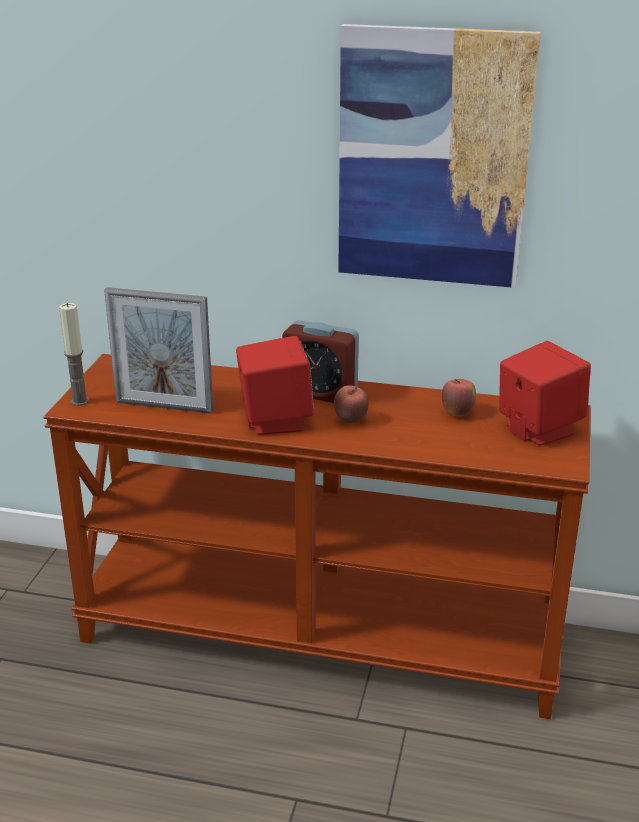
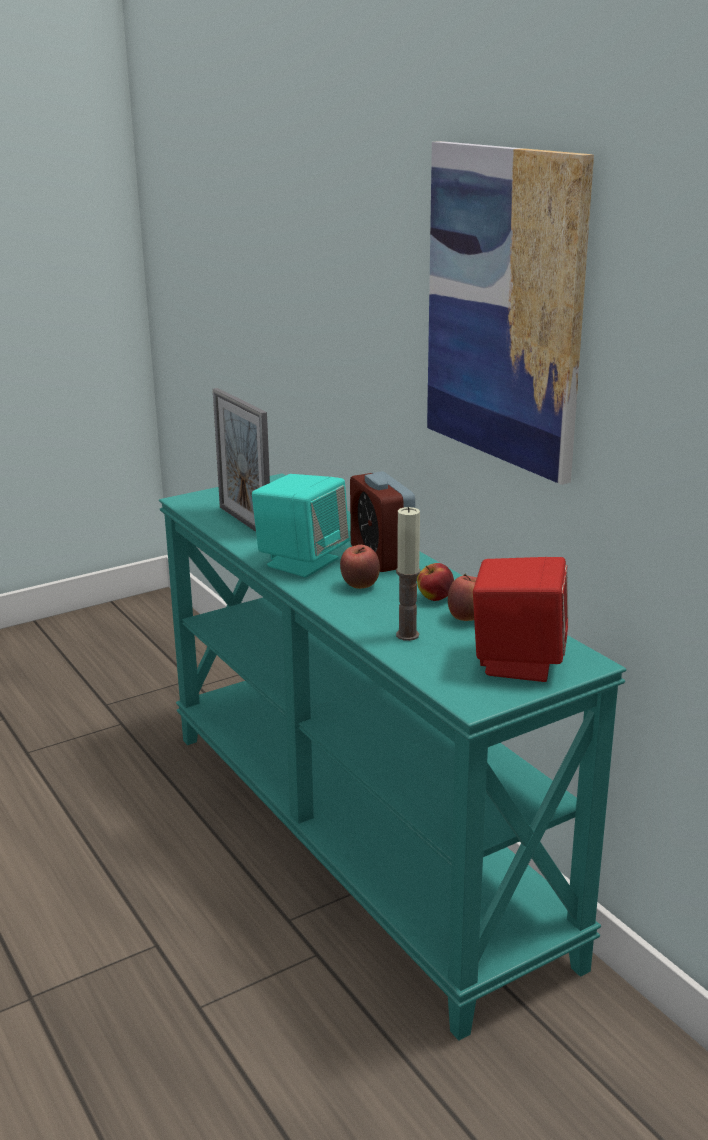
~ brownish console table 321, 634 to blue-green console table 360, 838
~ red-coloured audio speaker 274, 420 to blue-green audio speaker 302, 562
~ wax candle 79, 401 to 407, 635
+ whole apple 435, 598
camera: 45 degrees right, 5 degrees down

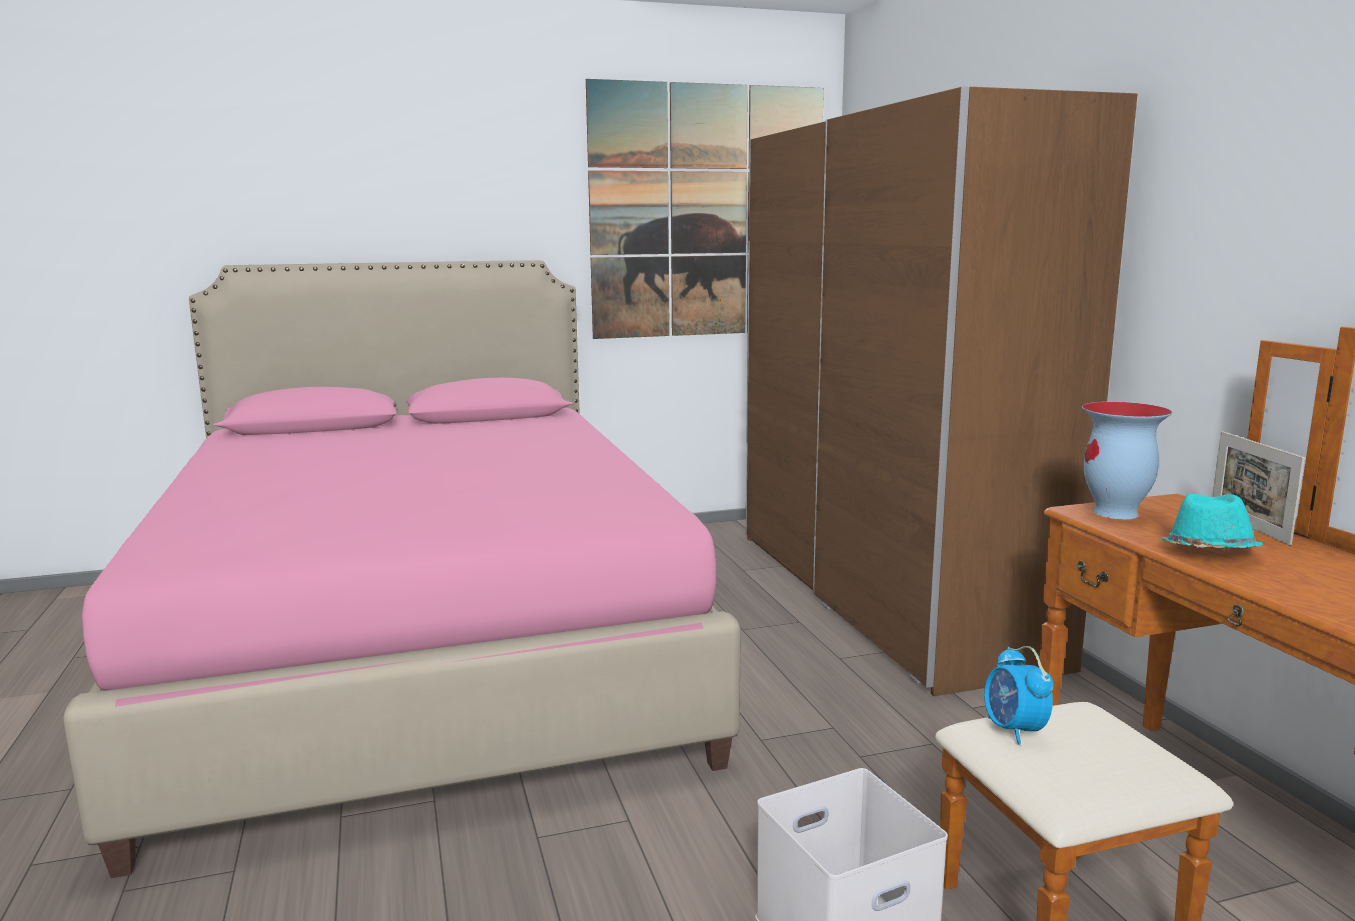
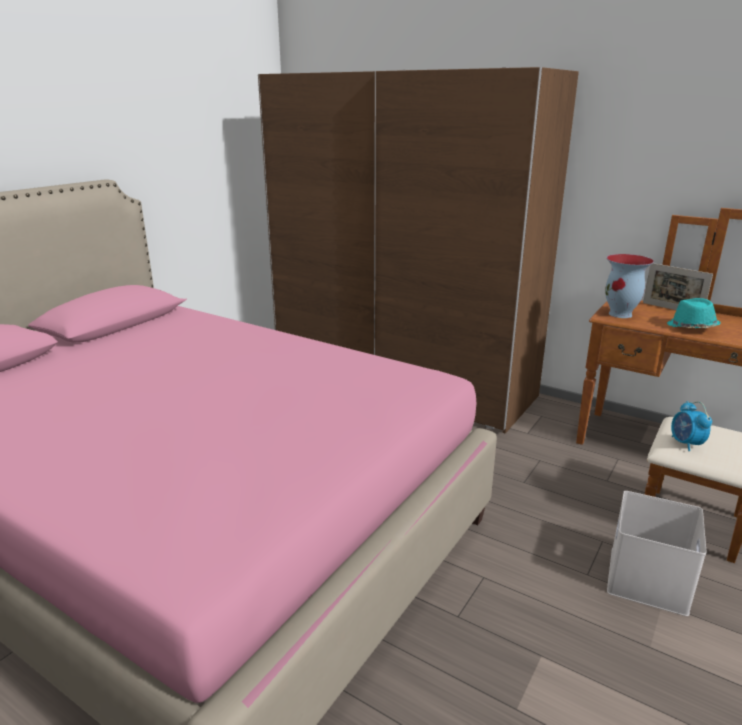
~ bedside clock 1014, 730 = 686, 444 45 degrees clockwise
- picture 708, 212
camera: 40 degrees left, 10 degrees up

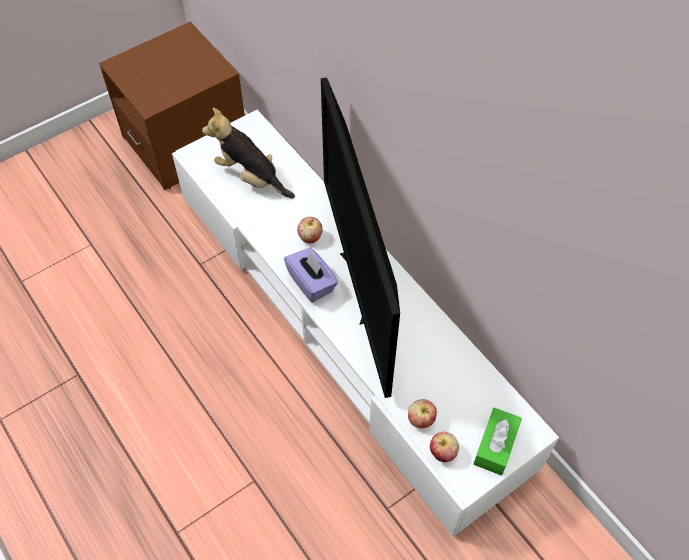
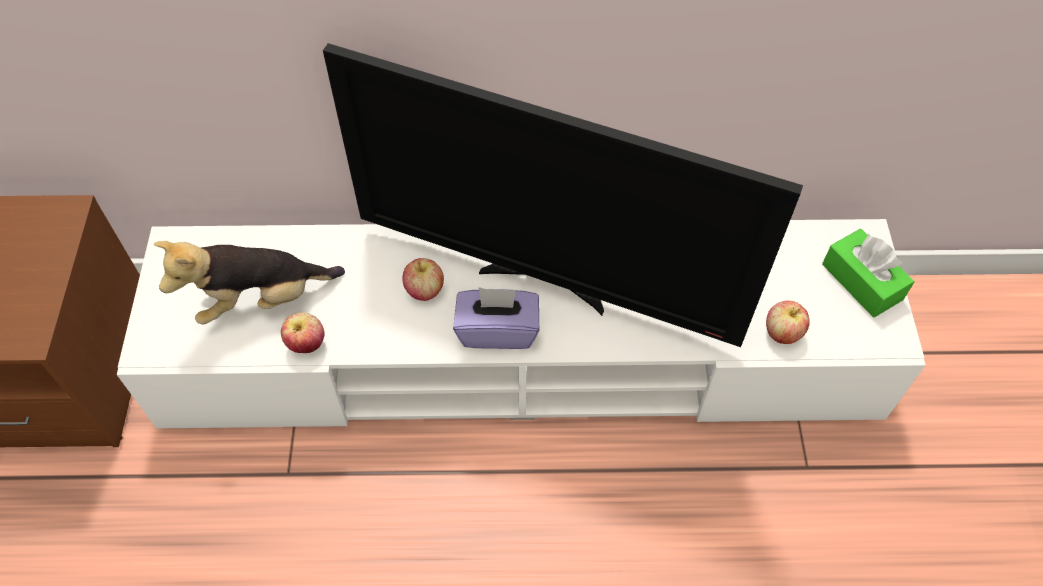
~ whole apple 442, 452 to 306, 344
camera: 55 degrees left, 0 degrees up

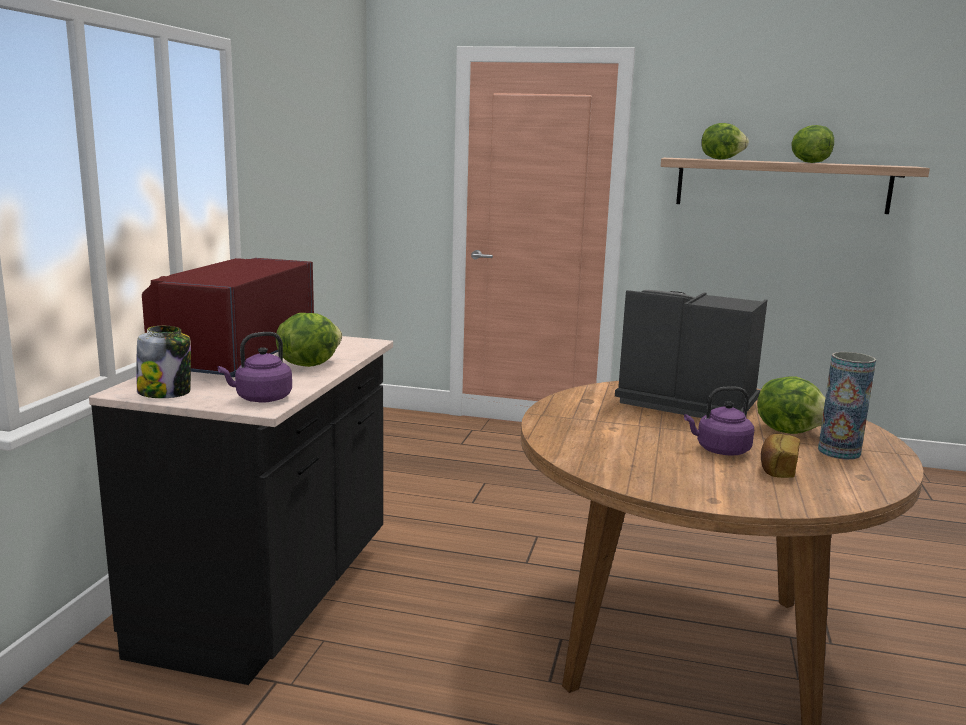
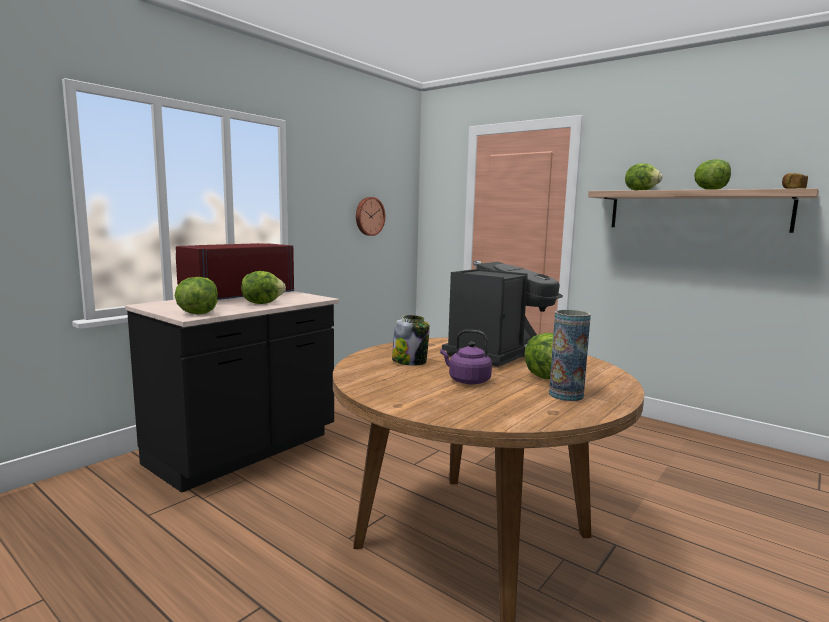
~ purplish tea kettle 261, 399 to head of lettuce 197, 313
+ hanging clock 369, 216
~ preserve jar 165, 392 to 410, 361
~ coffee machine 684, 402 = 500, 353 75 degrees clockwise
~ bakery bread 777, 469 to 792, 189
camera: 25 degrees right, 5 degrees down

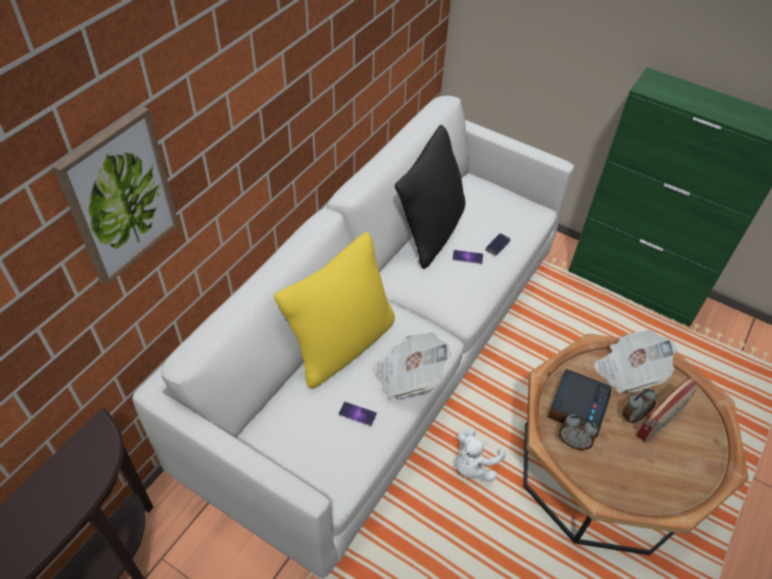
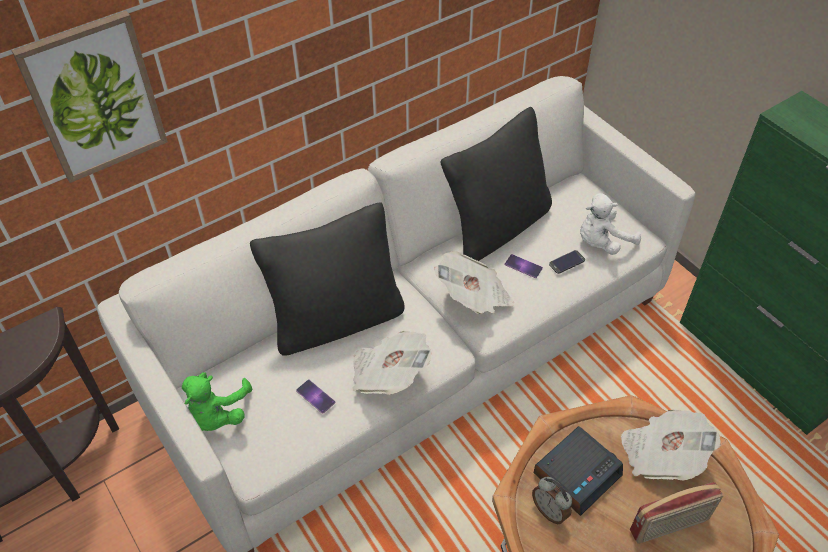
+ greenish plush toy 217, 414
~ yellow cushion 341, 344 to blackish cushion 336, 320
+ printed paper 474, 297
~ whitish plush toy 473, 465 to 602, 242
- bedside clock 633, 415
camera: 25 degrees right, 0 degrees up

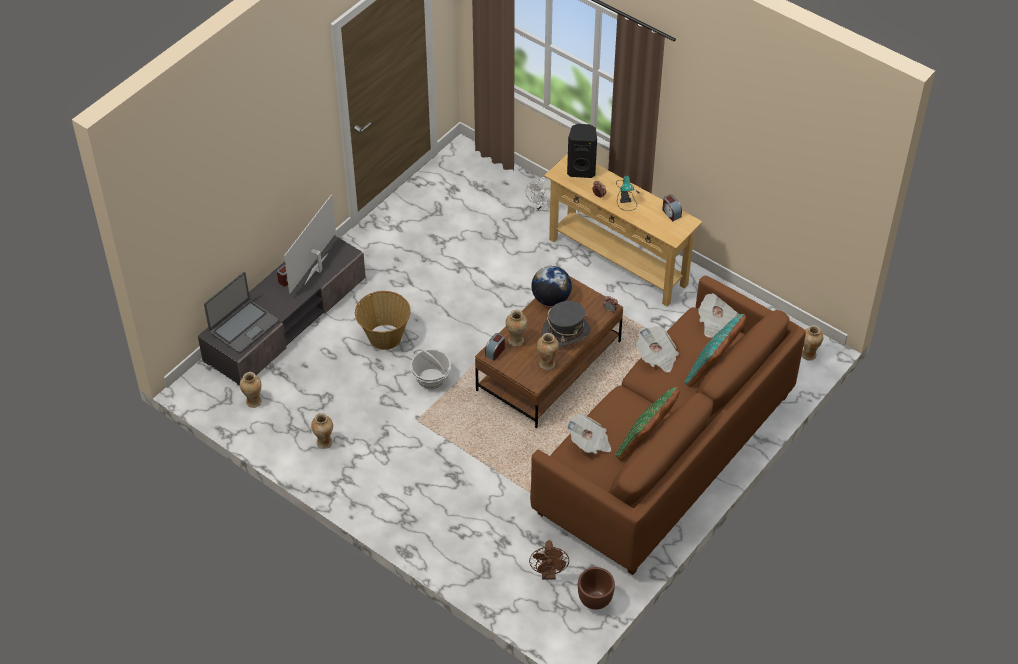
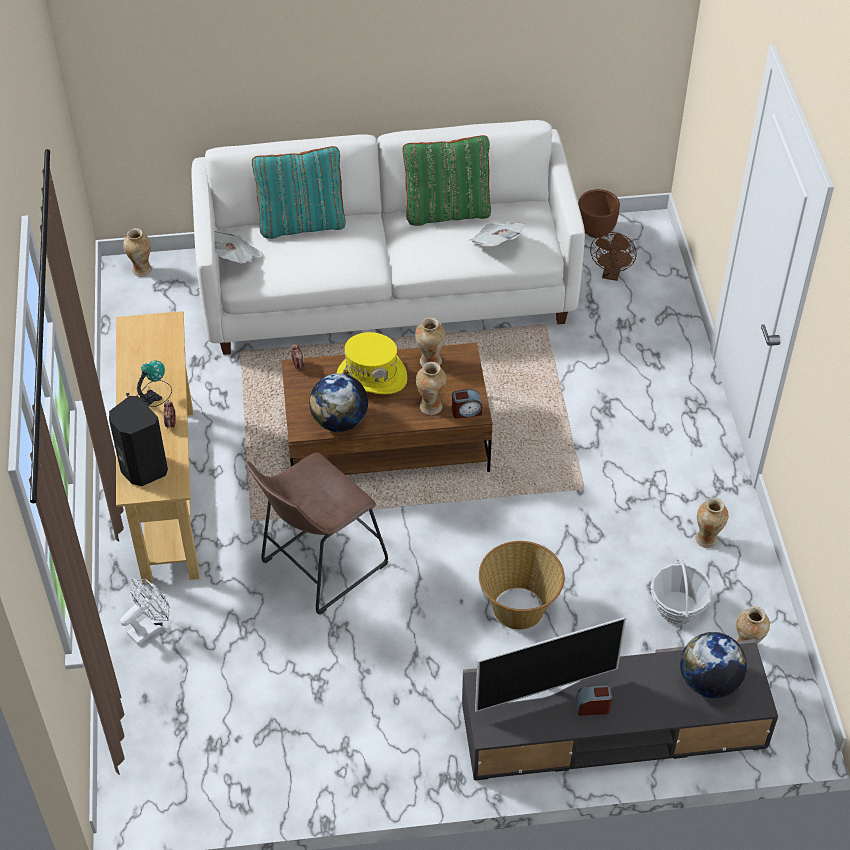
~ brownish couch 665, 454 to whitish couch 387, 287
+ brownish stool 318, 566
~ greyish hat 566, 333 to yellow hat 372, 377
~ brownish electric fan 549, 573 = 611, 274 150 degrees clockwise
~ storage basket 431, 379 to 677, 607
~ notebook computer 243, 327 to world globe 708, 682
- printed paper 657, 357
- bedside clock 671, 213
camera: 135 degrees left, 0 degrees up

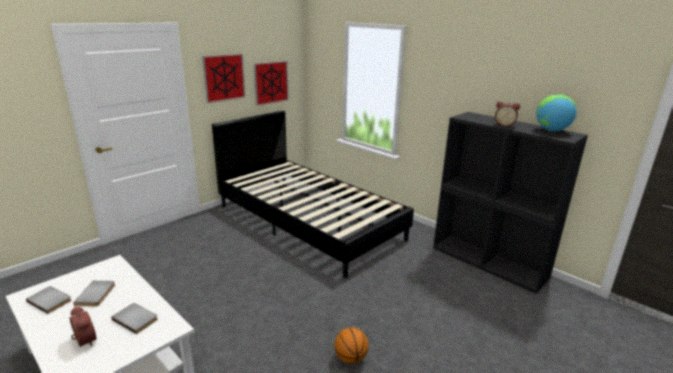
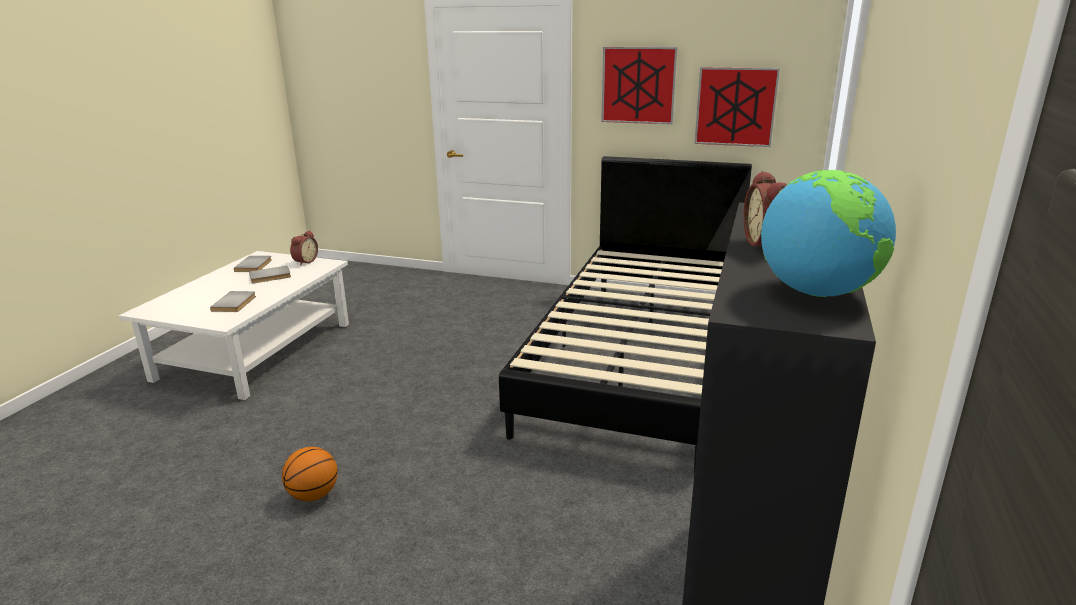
~ bedside clock 83, 341 to 304, 261
camera: 65 degrees right, 0 degrees up

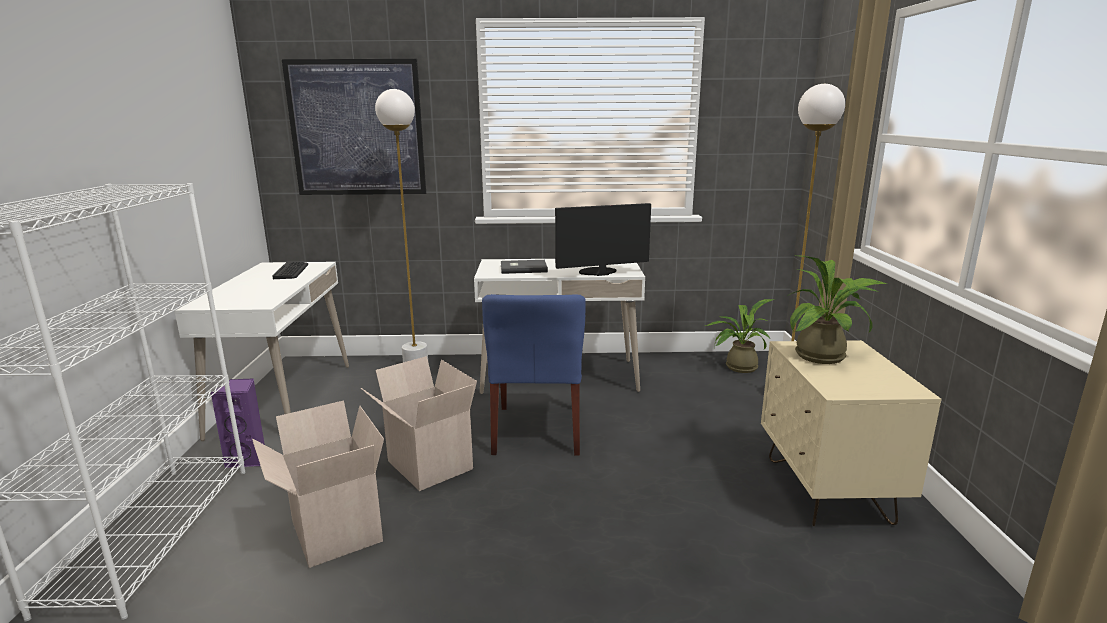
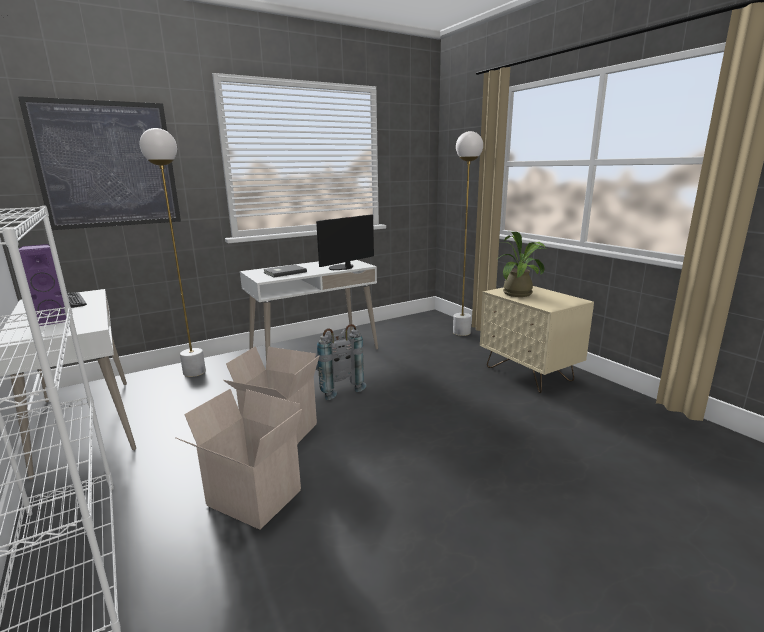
~ purplish audio speaker 249, 459 to 54, 320
~ blue upright chair 537, 430 to greyish backpack 336, 388
- plant in a pot 737, 367
camera: 30 degrees left, 0 degrees up

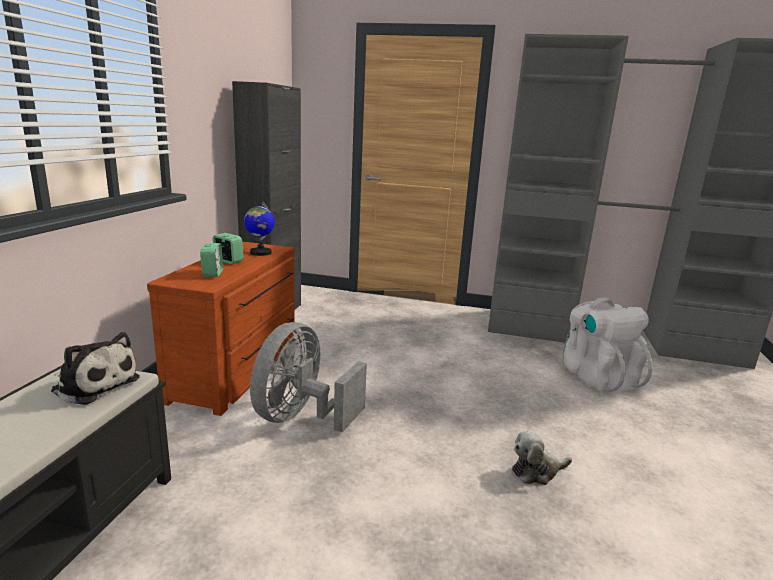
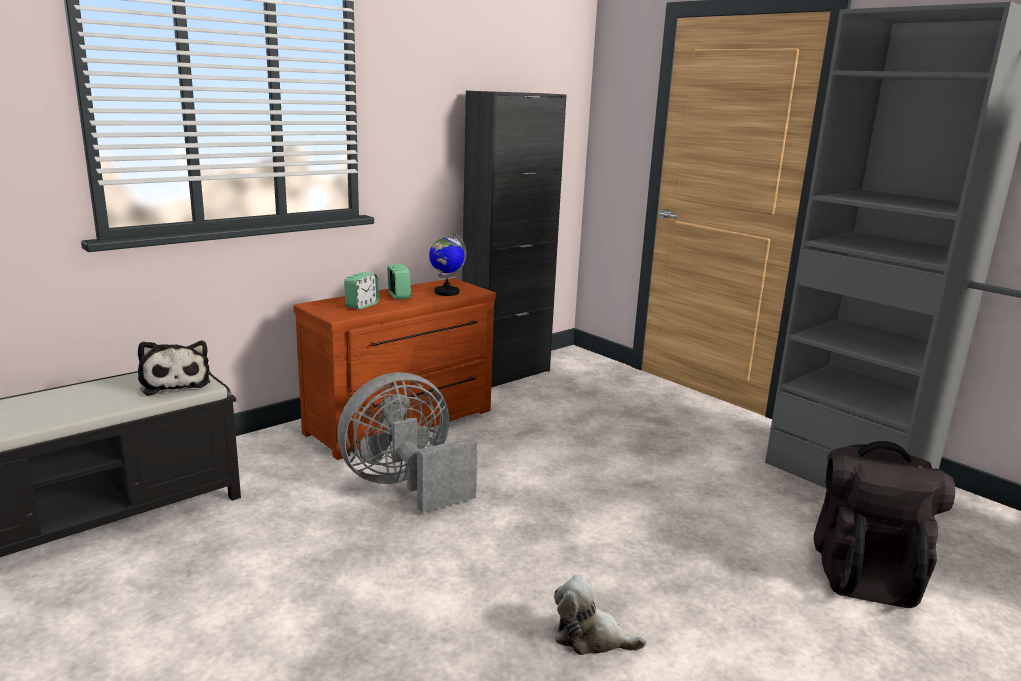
~ whitish backpack 597, 377 to blackish backpack 864, 572
camera: 35 degrees right, 0 degrees up

